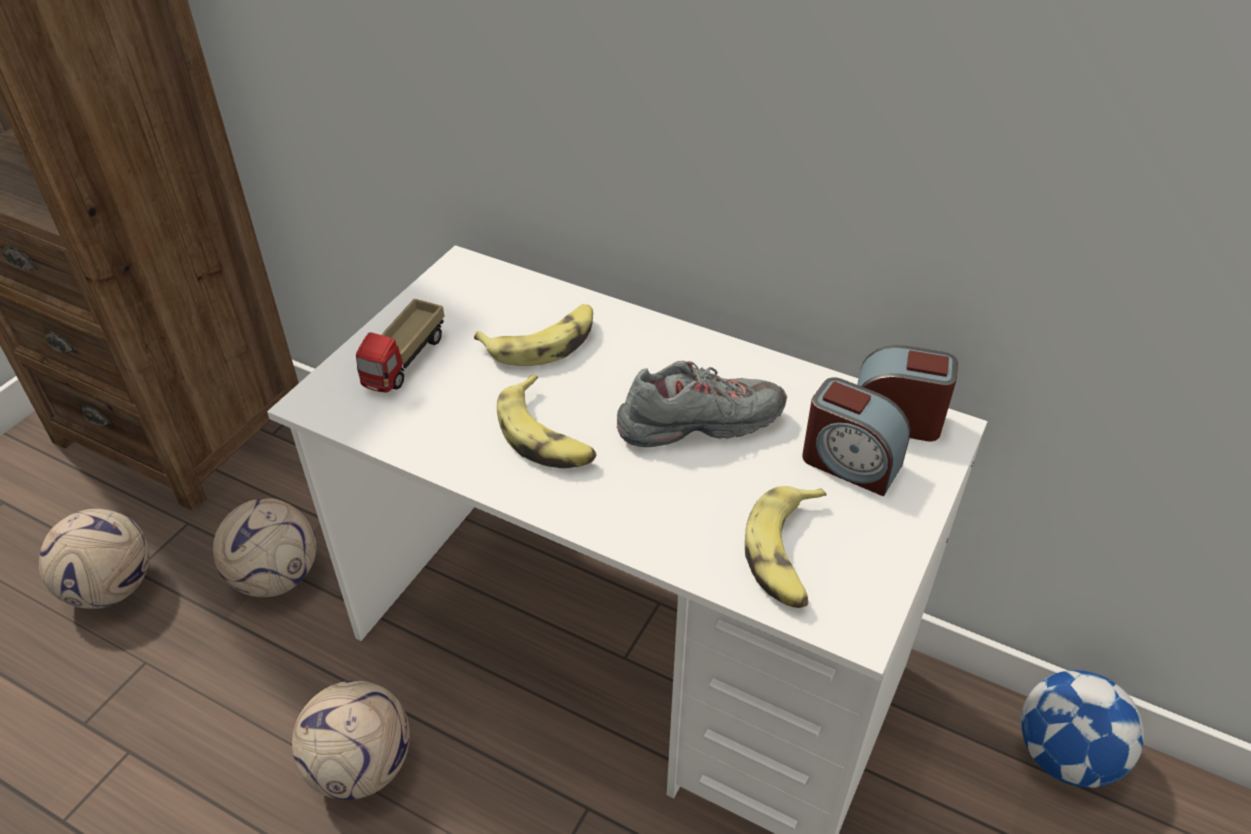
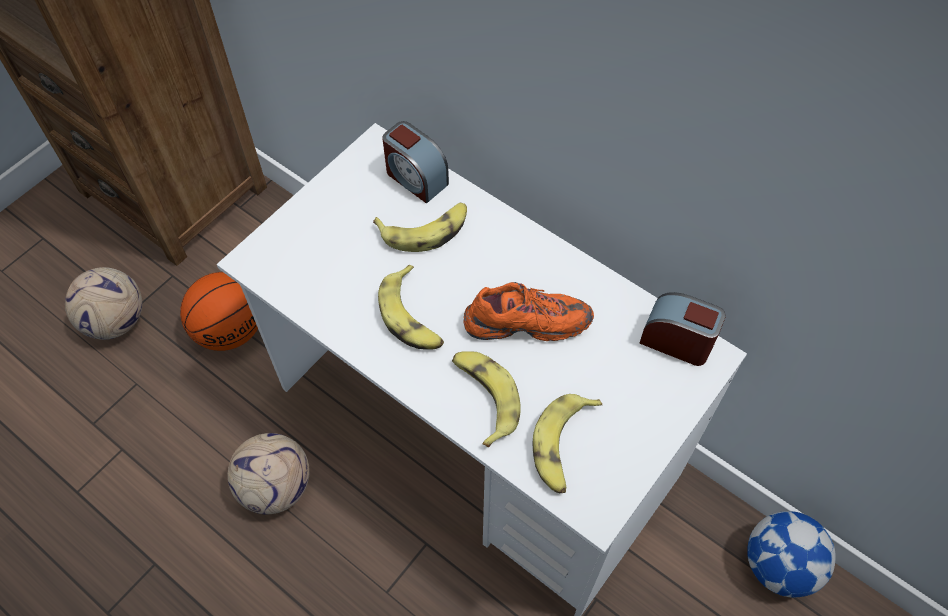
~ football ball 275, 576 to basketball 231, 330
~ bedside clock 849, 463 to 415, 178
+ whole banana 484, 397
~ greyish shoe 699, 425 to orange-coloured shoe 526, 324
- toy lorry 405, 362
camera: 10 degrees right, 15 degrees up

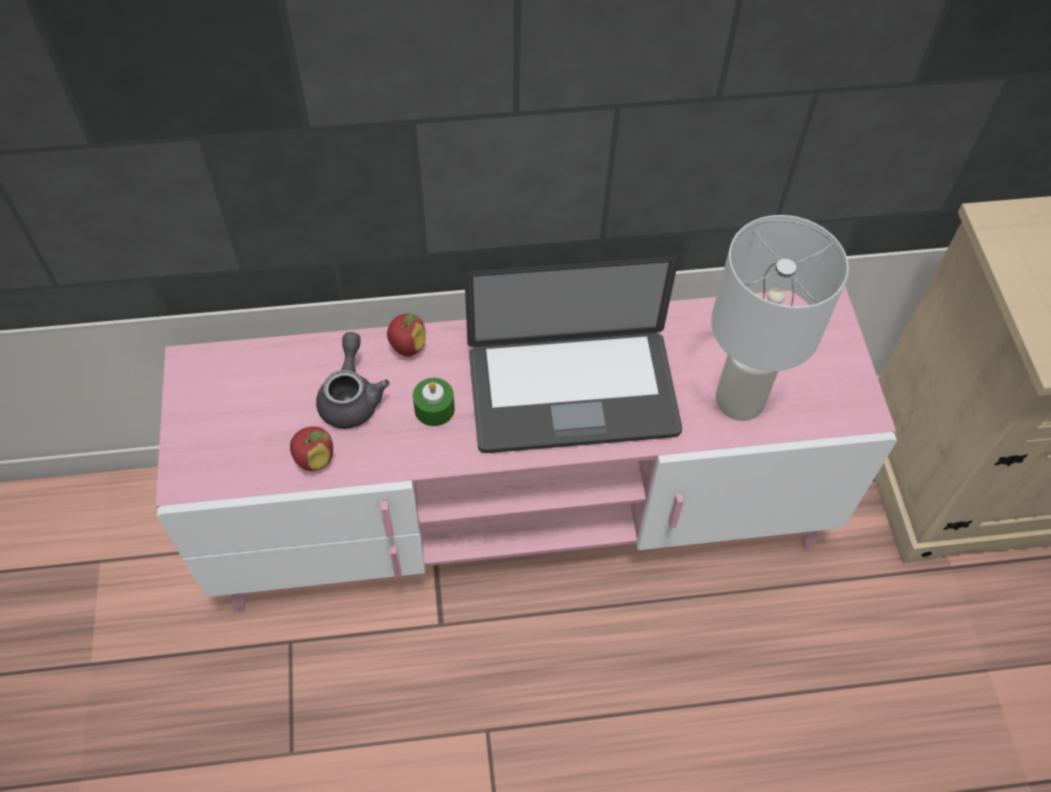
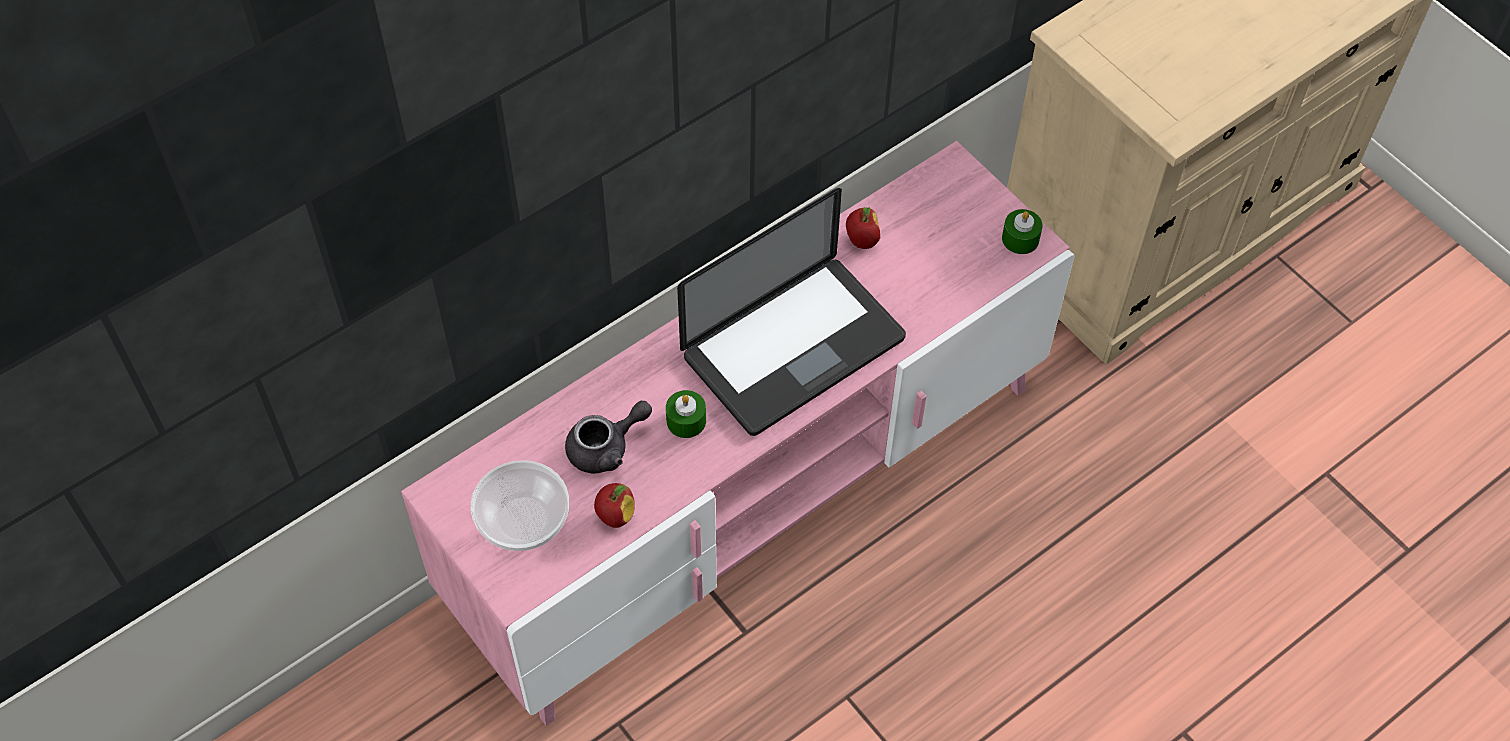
+ bowl 524, 518
~ greyish pot for tea 351, 397 = 606, 448 90 degrees clockwise
~ whole apple 407, 347 to 862, 241
+ greenish wax candle 1020, 239
- whitish tabletop lamp 741, 400
camera: 30 degrees left, 0 degrees up

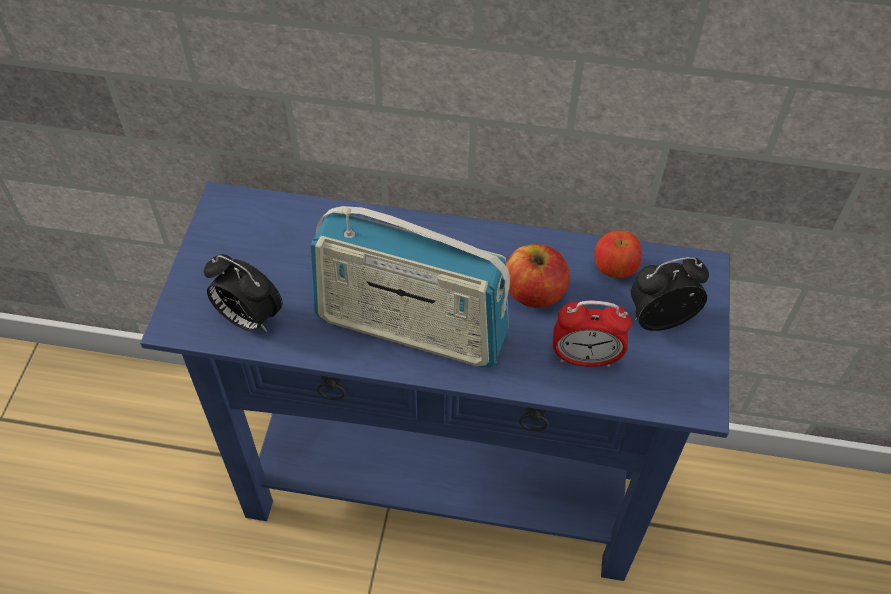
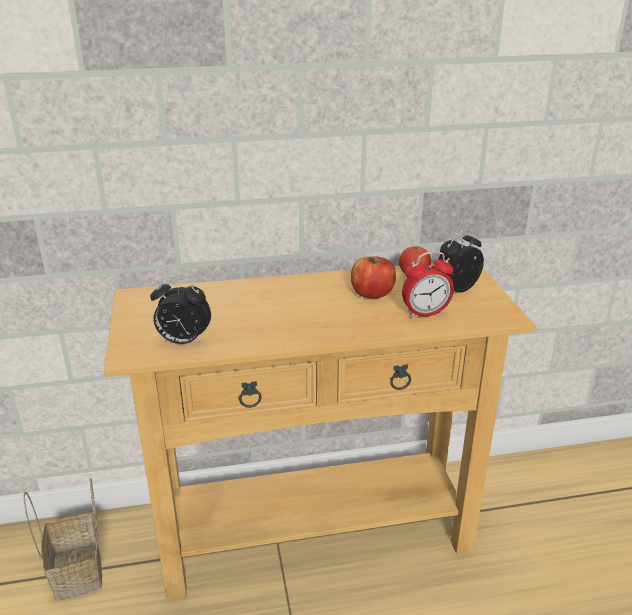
+ storage basket 79, 573
~ blue console table 442, 488 to sand-coloured console table 316, 534
- radio receiver 410, 327
camera: 20 degrees left, 25 degrees down

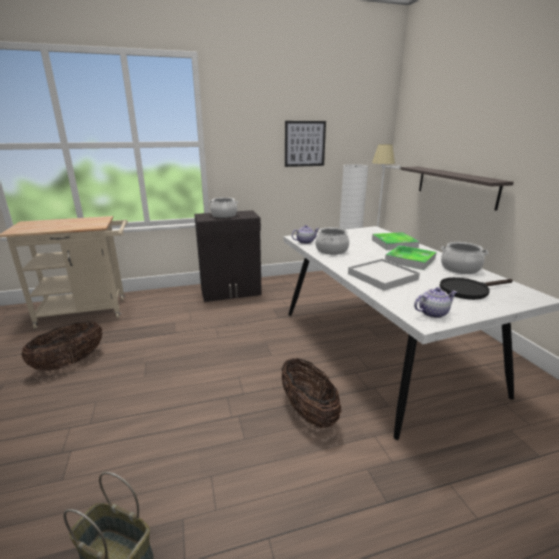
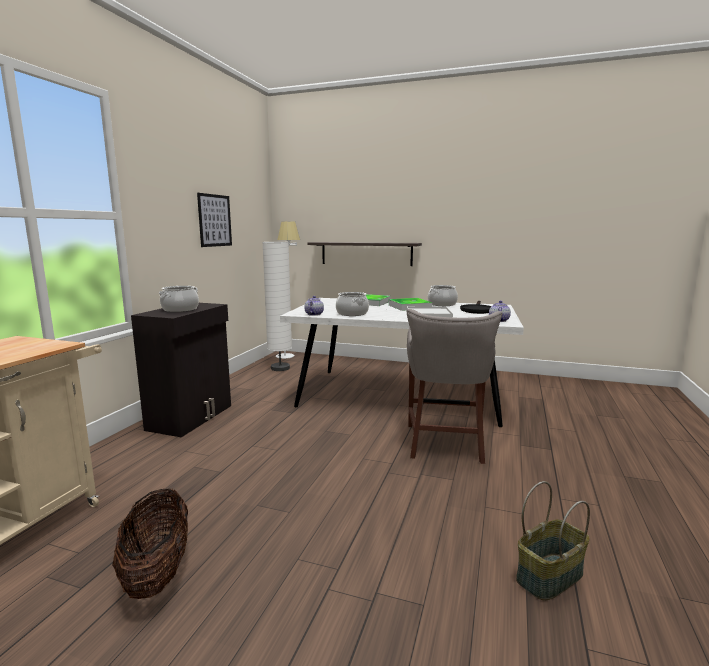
~ storage basket 308, 411 to greyish stool 445, 444
camera: 55 degrees left, 10 degrees down

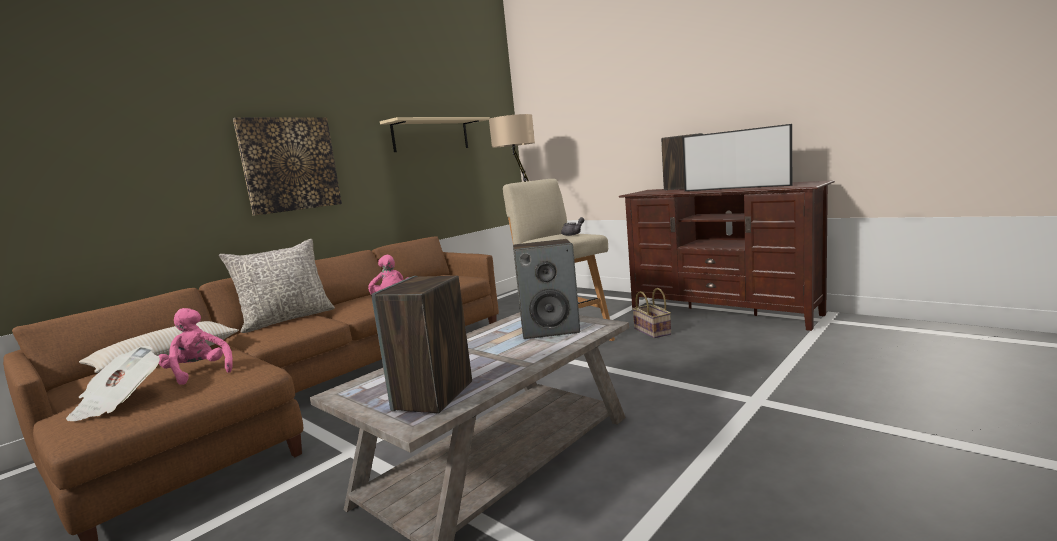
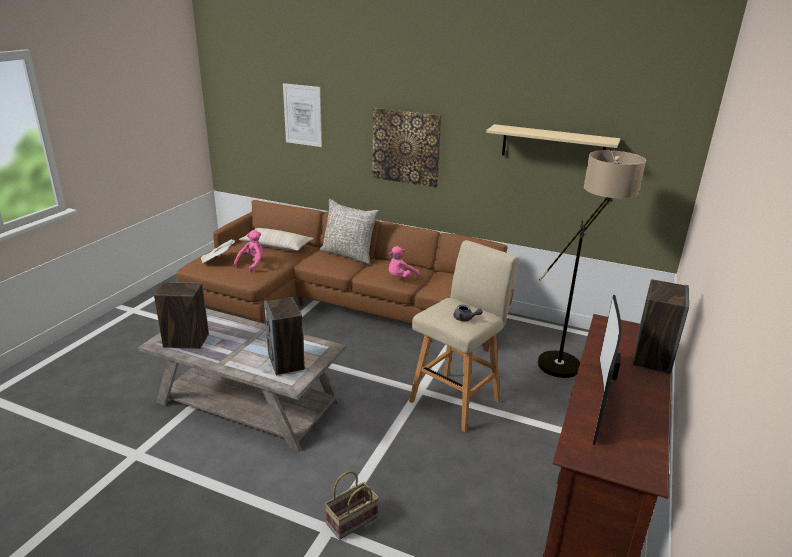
+ picture 302, 115
~ storage basket 653, 331 to 351, 522
camera: 70 degrees right, 15 degrees up

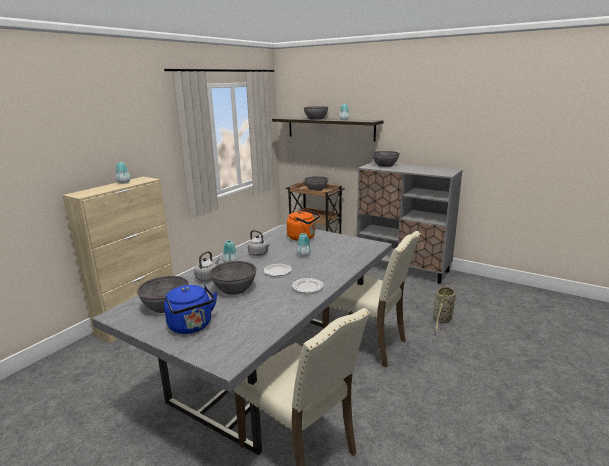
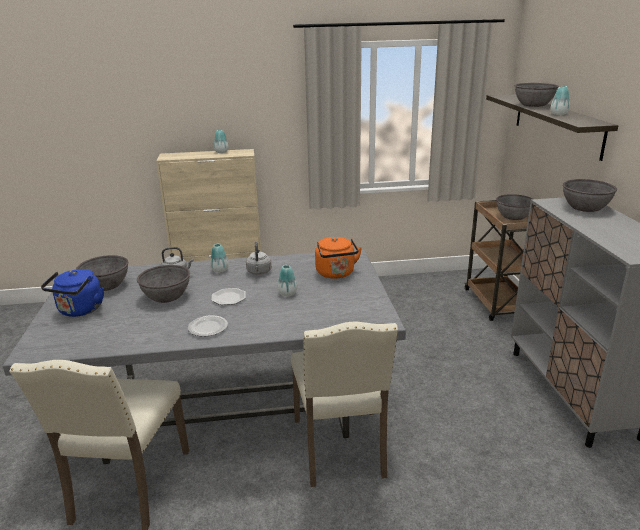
- storage basket 442, 320
camera: 50 degrees right, 5 degrees up

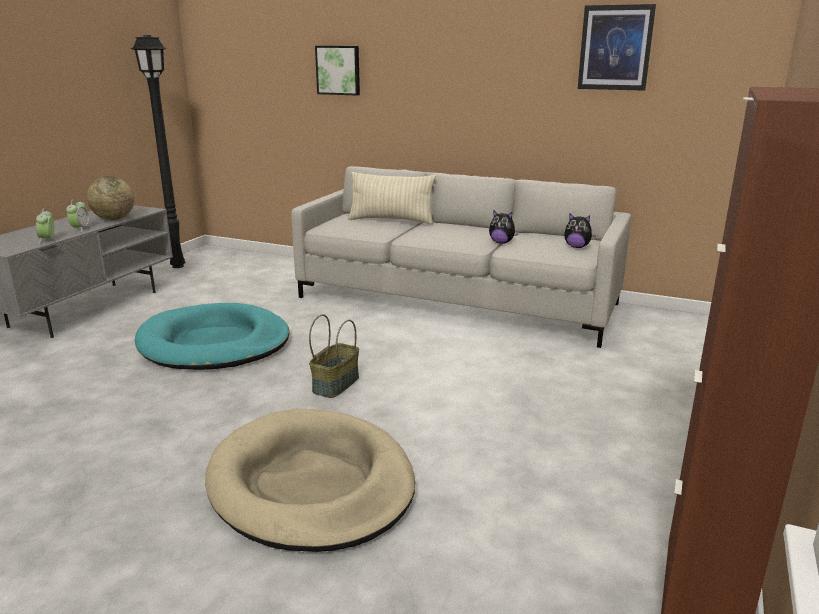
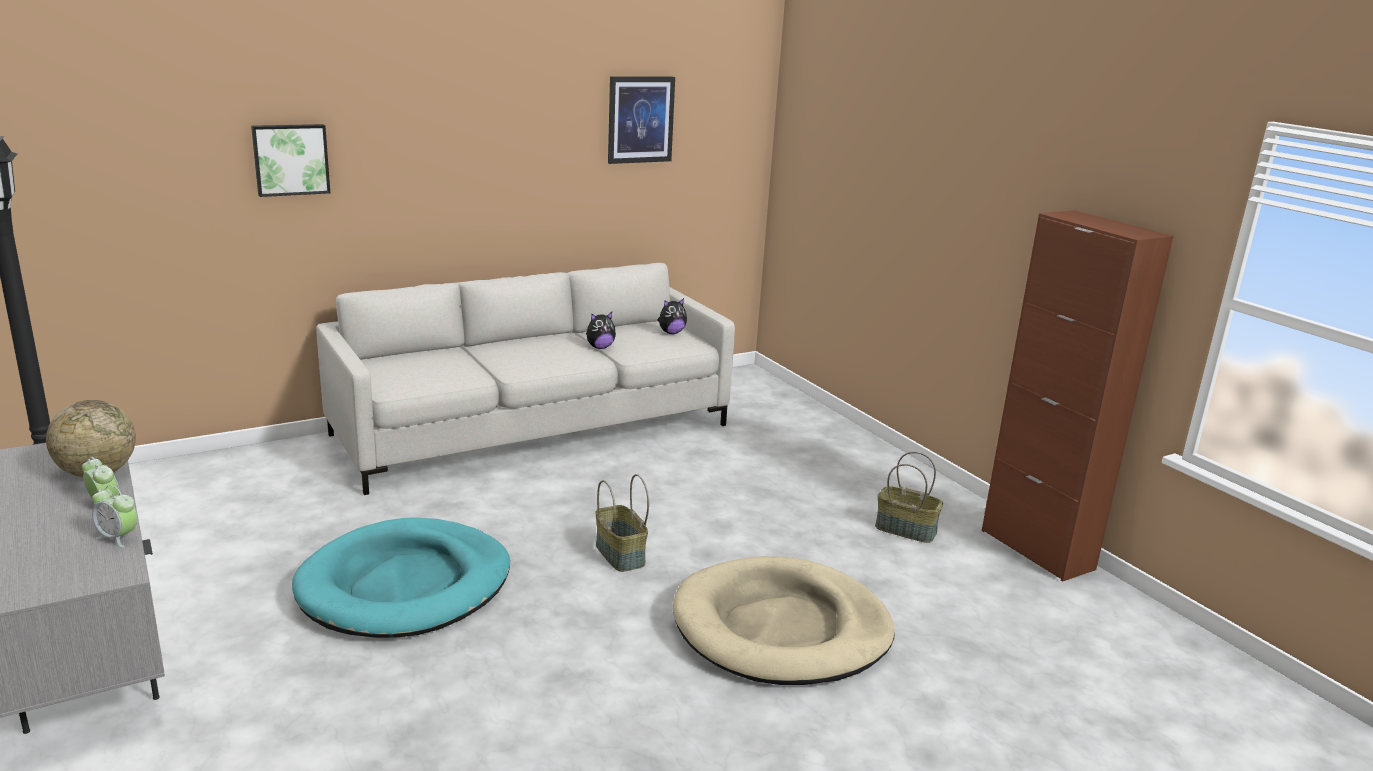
+ storage basket 906, 529
- sand-coloured cushion 391, 220
camera: 55 degrees left, 0 degrees up

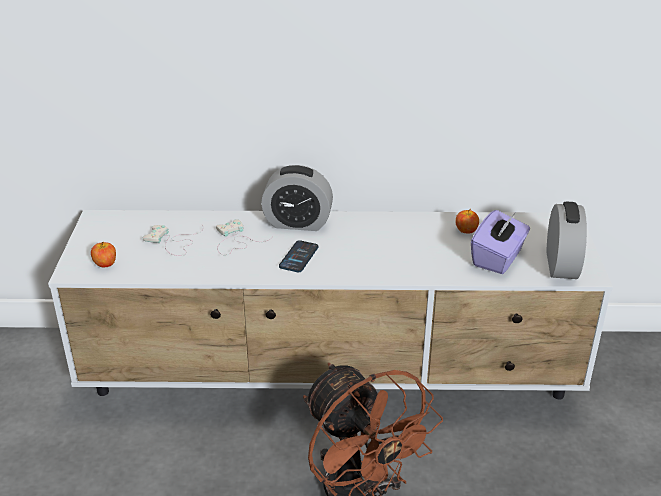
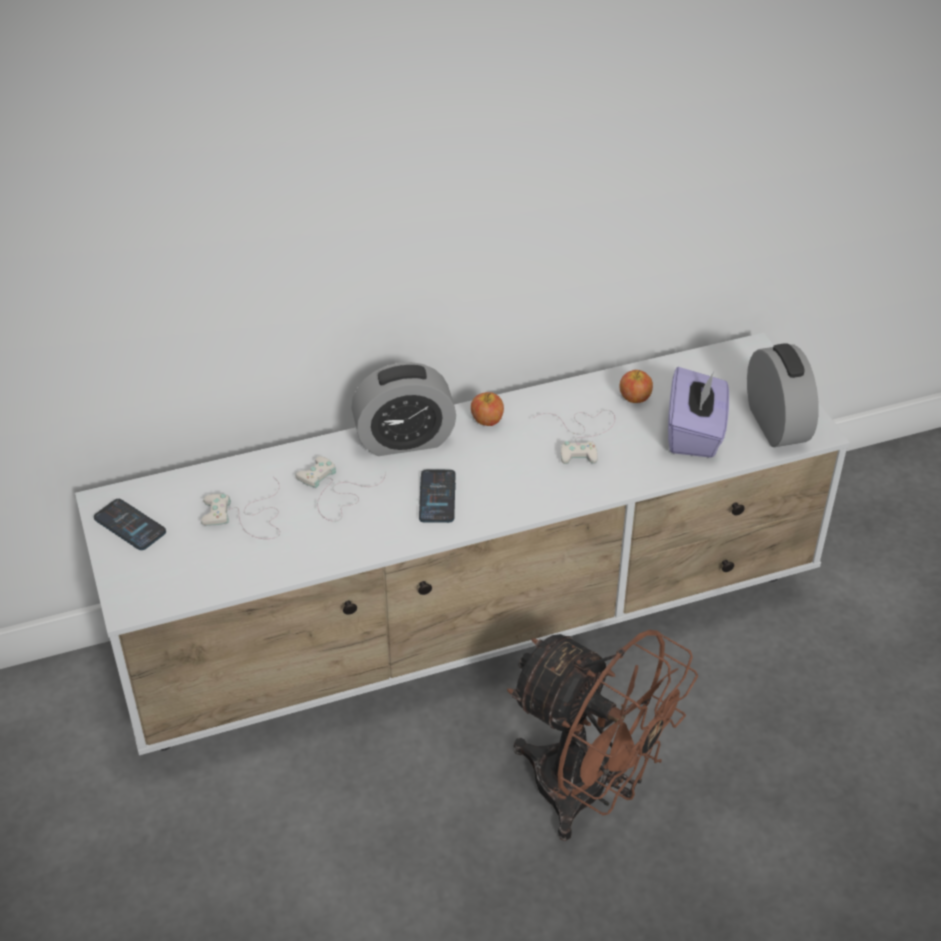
+ phone 130, 525
~ whole apple 105, 264 to 487, 420
+ whitish joypad 582, 435
camera: 20 degrees left, 10 degrees up

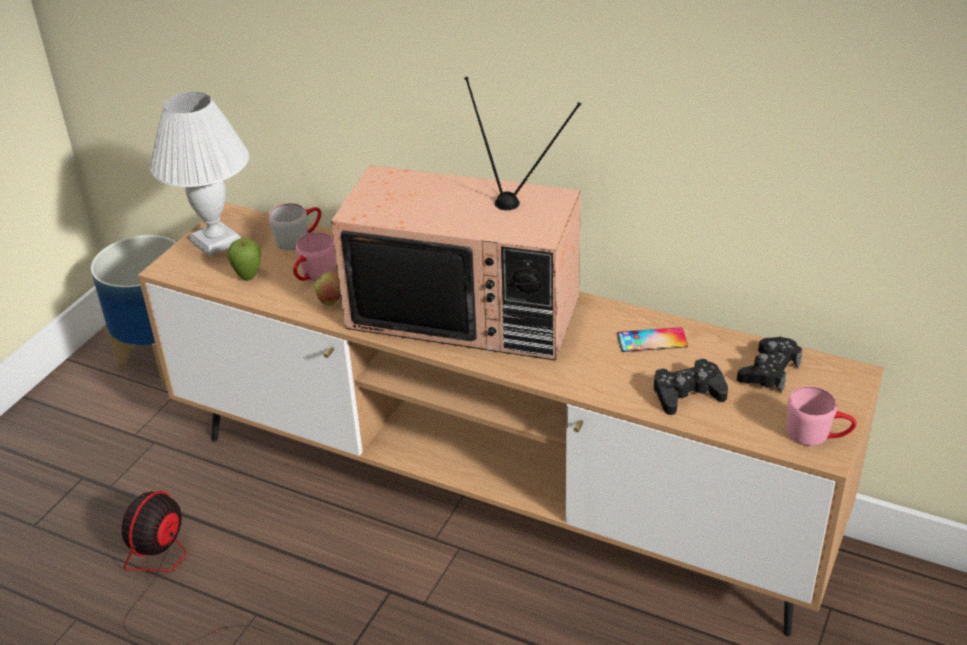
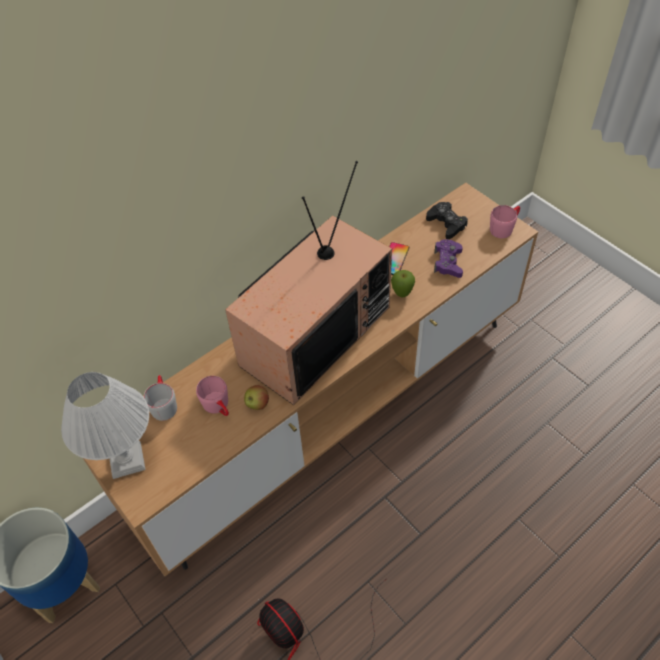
~ whole apple 248, 277 to 402, 294
~ blackish joypad 687, 393 to purplish joypad 448, 262
camera: 65 degrees left, 15 degrees up

